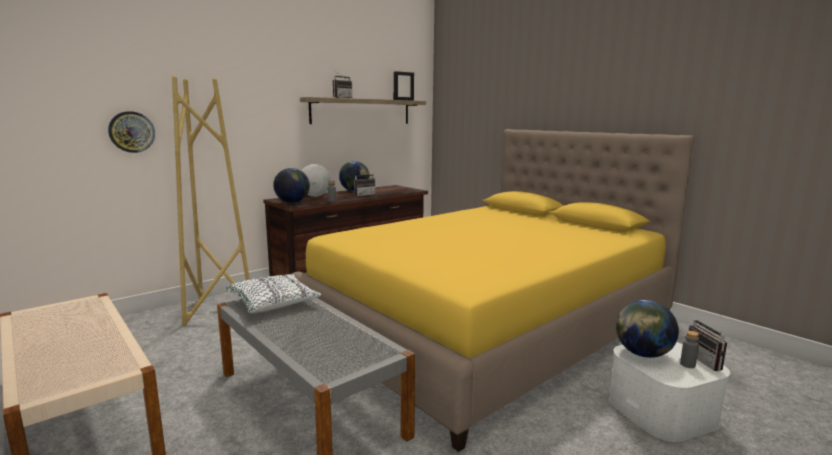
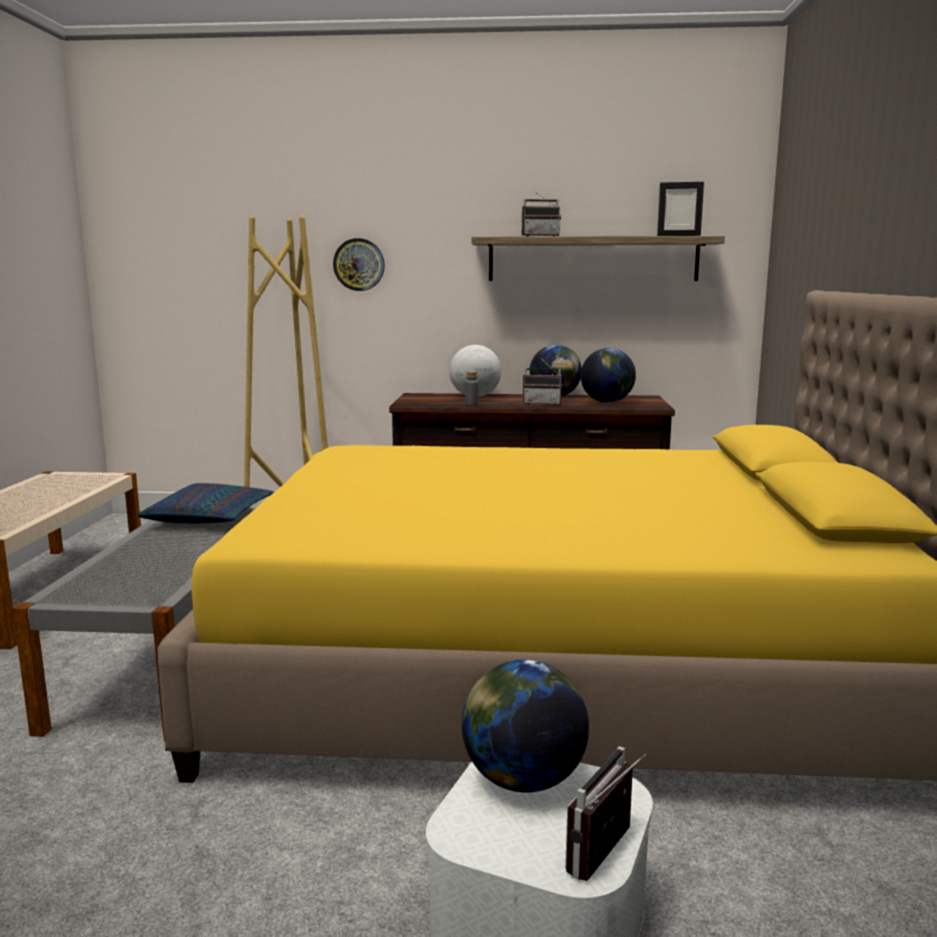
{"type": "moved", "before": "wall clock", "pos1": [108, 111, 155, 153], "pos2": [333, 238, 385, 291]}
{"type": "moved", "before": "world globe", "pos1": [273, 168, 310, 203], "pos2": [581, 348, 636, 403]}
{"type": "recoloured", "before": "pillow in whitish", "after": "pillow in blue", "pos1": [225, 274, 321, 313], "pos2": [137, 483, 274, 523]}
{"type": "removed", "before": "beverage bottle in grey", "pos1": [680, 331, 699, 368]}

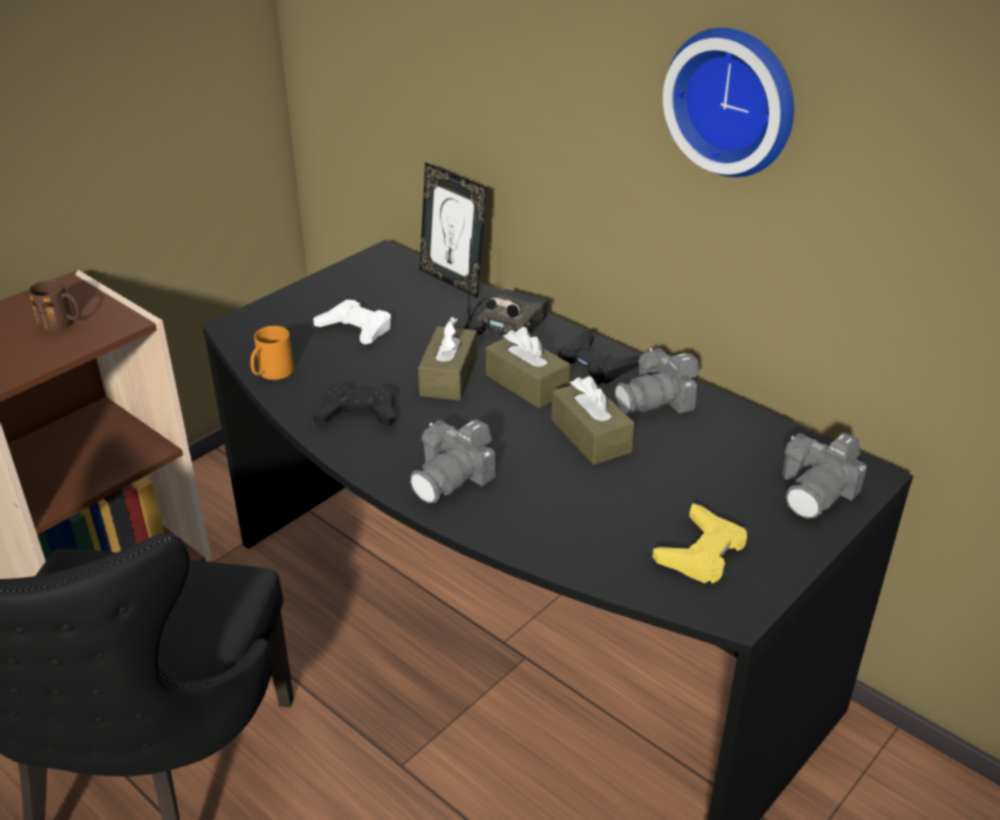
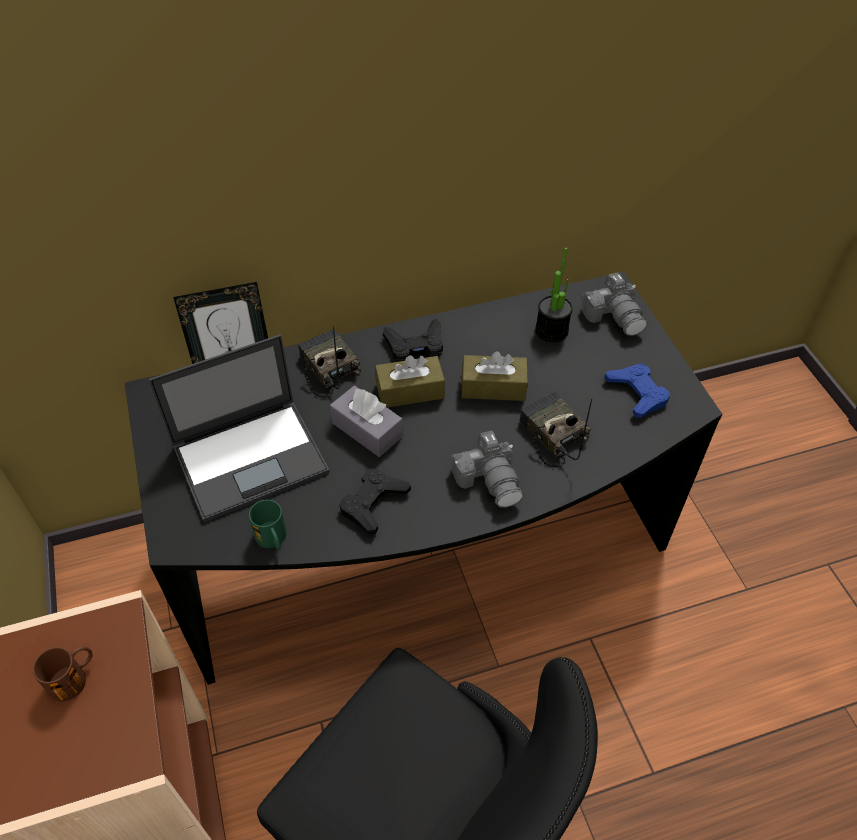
{"type": "removed", "before": "wall clock", "pos1": [663, 28, 794, 177]}
{"type": "replaced", "before": "gamepad in whitish", "after": "notebook computer", "pos1": [313, 300, 391, 345], "pos2": [149, 334, 330, 522]}
{"type": "recoloured", "before": "tissue holder in brown", "after": "tissue holder in grey", "pos1": [418, 317, 477, 401], "pos2": [330, 385, 403, 457]}
{"type": "recoloured", "before": "tea mug in orange-coloured", "after": "tea mug in greenish", "pos1": [250, 326, 294, 380], "pos2": [249, 500, 287, 550]}
{"type": "removed", "before": "still camera", "pos1": [615, 348, 699, 415]}
{"type": "recoloured", "before": "gamepad in yellow-coloured", "after": "gamepad in blue", "pos1": [652, 503, 747, 584], "pos2": [604, 363, 670, 418]}
{"type": "added", "after": "potted plant", "pos2": [535, 248, 573, 342]}
{"type": "added", "after": "radio set", "pos2": [520, 392, 592, 468]}

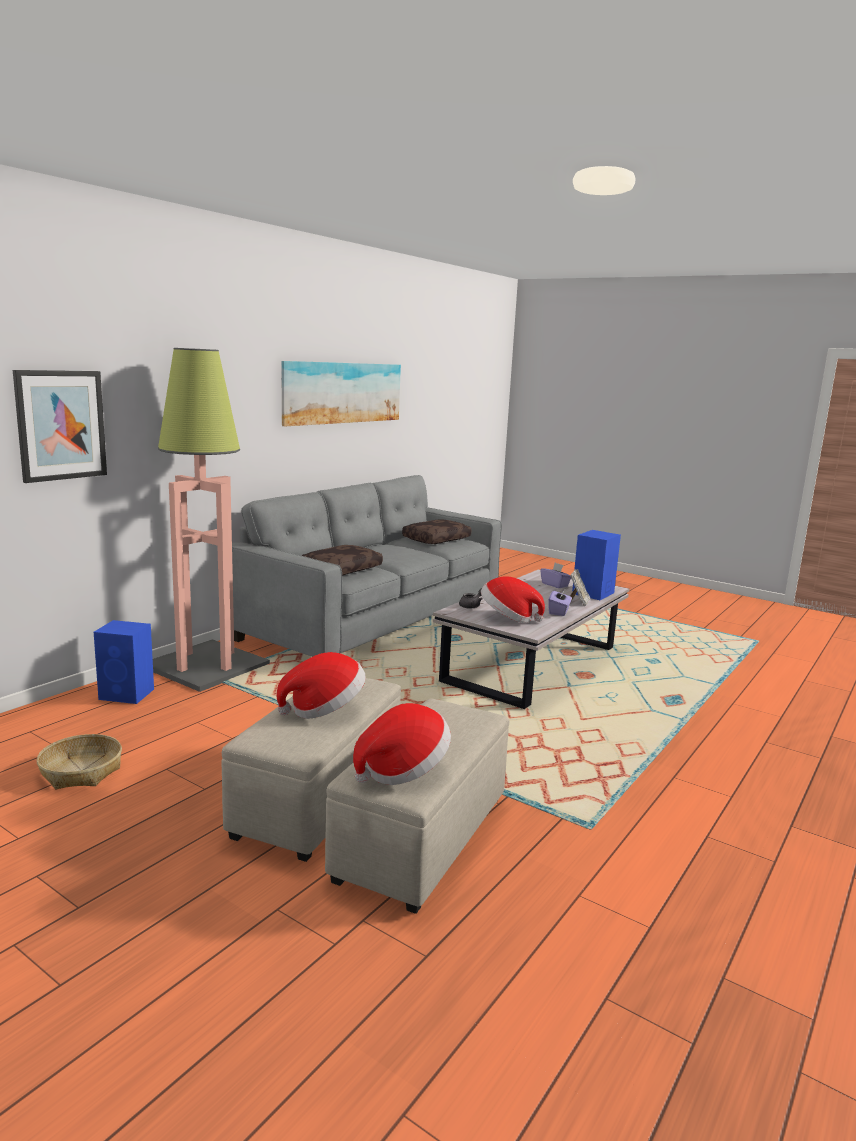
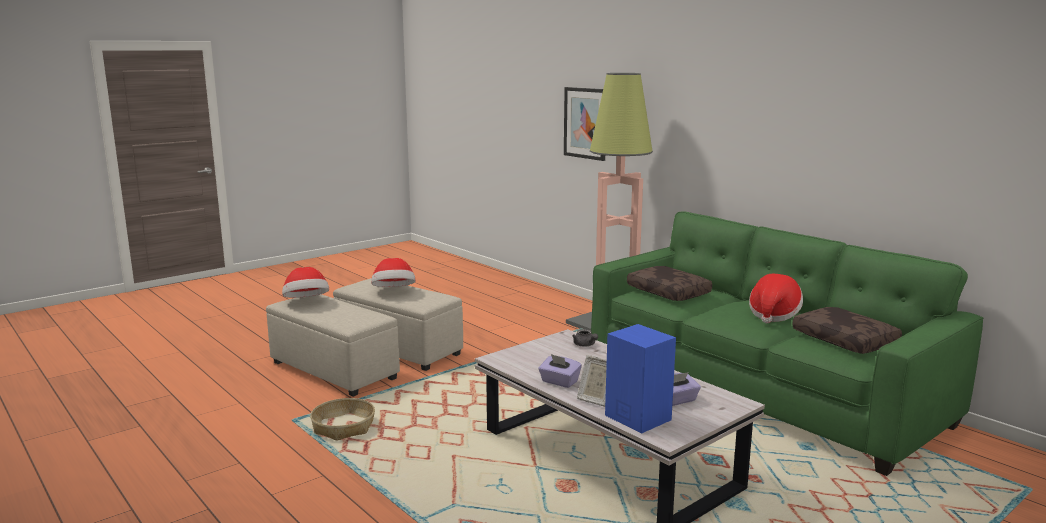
{"type": "removed", "before": "wall picture", "pos1": [281, 361, 401, 426]}
{"type": "recoloured", "before": "couch in grey", "after": "couch in greenish", "pos1": [232, 475, 502, 657], "pos2": [591, 212, 984, 476]}
{"type": "moved", "before": "wearable hat", "pos1": [481, 576, 545, 623], "pos2": [749, 274, 803, 323]}
{"type": "removed", "before": "audio speaker in blue", "pos1": [94, 620, 154, 704]}
{"type": "moved", "before": "household basket", "pos1": [37, 734, 122, 790], "pos2": [310, 398, 375, 441]}

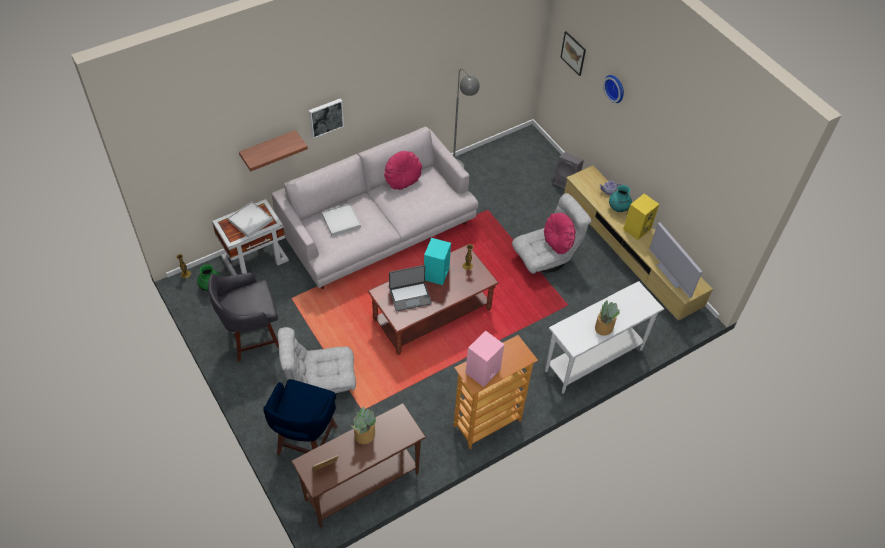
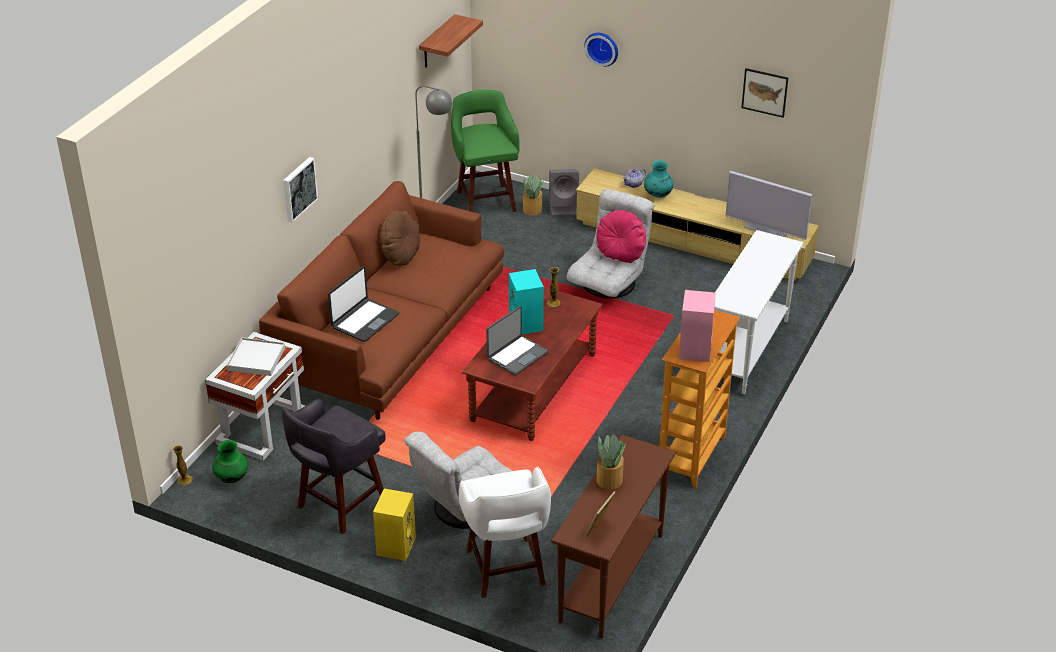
{"type": "moved", "before": "wall picture", "pos1": [560, 31, 586, 76], "pos2": [741, 68, 788, 118]}
{"type": "recoloured", "before": "couch in whitish", "after": "couch in brown", "pos1": [272, 127, 478, 289], "pos2": [259, 181, 504, 420]}
{"type": "moved", "before": "shelf", "pos1": [239, 130, 308, 171], "pos2": [419, 14, 483, 68]}
{"type": "recoloured", "before": "pillow in pinkish", "after": "pillow in brown", "pos1": [384, 151, 422, 190], "pos2": [380, 211, 420, 266]}
{"type": "moved", "before": "audio speaker in yellow-coloured", "pos1": [623, 194, 659, 240], "pos2": [373, 489, 416, 561]}
{"type": "replaced", "before": "carrying tray in whitish", "after": "notebook computer", "pos1": [321, 203, 361, 236], "pos2": [328, 266, 399, 342]}
{"type": "moved", "before": "potted plant", "pos1": [595, 300, 620, 336], "pos2": [523, 175, 543, 216]}
{"type": "recoloured", "before": "sitting stool in blue", "after": "sitting stool in whitish", "pos1": [263, 379, 338, 455], "pos2": [459, 466, 551, 598]}
{"type": "added", "after": "sitting stool in greenish", "pos2": [451, 90, 520, 212]}

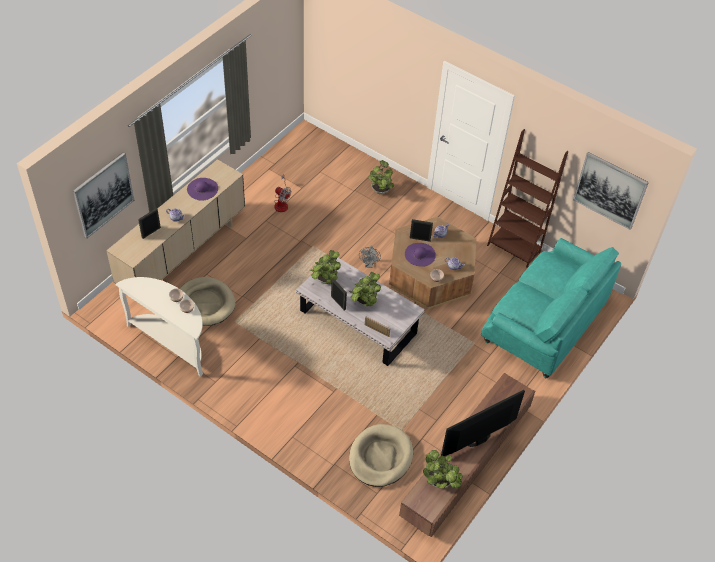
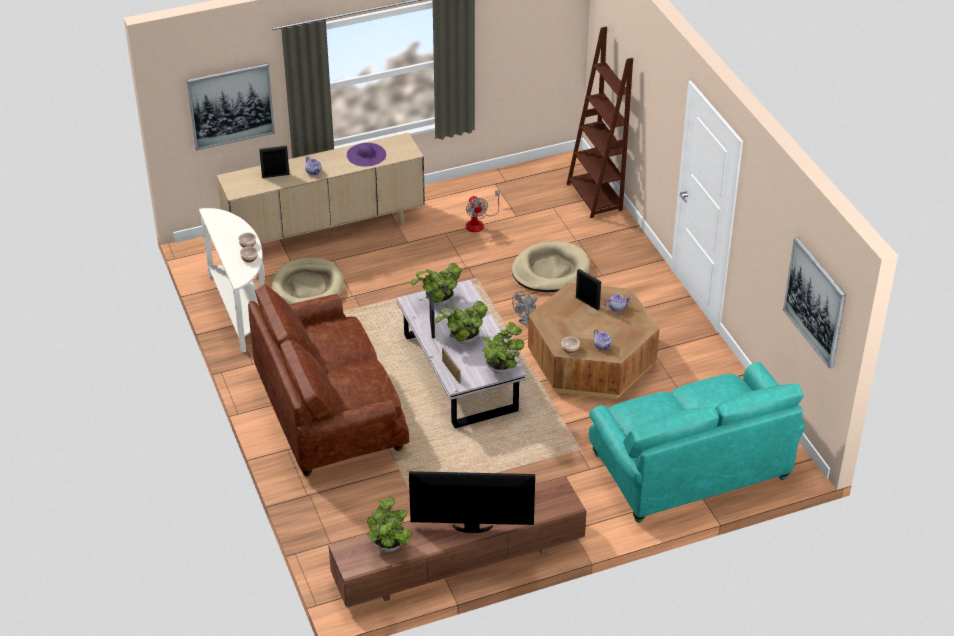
{"type": "moved", "before": "bookcase in brown", "pos1": [487, 129, 568, 268], "pos2": [566, 26, 633, 218]}
{"type": "moved", "before": "potted plant", "pos1": [368, 160, 394, 194], "pos2": [482, 322, 524, 374]}
{"type": "removed", "before": "wearable hat in purplish", "pos1": [405, 243, 436, 267]}
{"type": "moved", "before": "dog cushion in beige-coloured", "pos1": [349, 424, 413, 487], "pos2": [512, 241, 591, 292]}
{"type": "added", "after": "couch in brown", "pos2": [248, 284, 409, 476]}

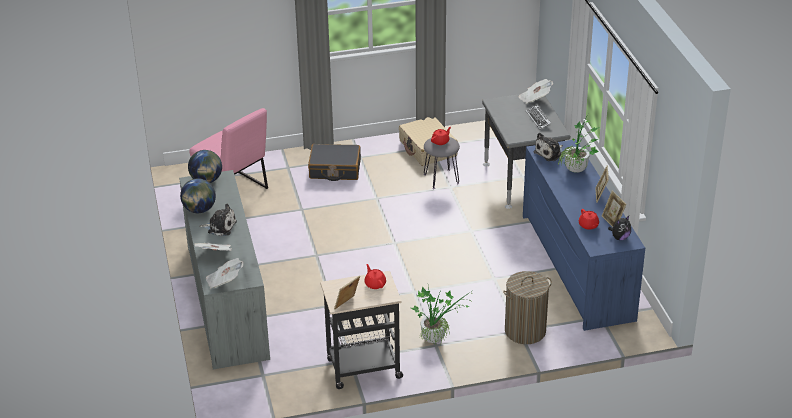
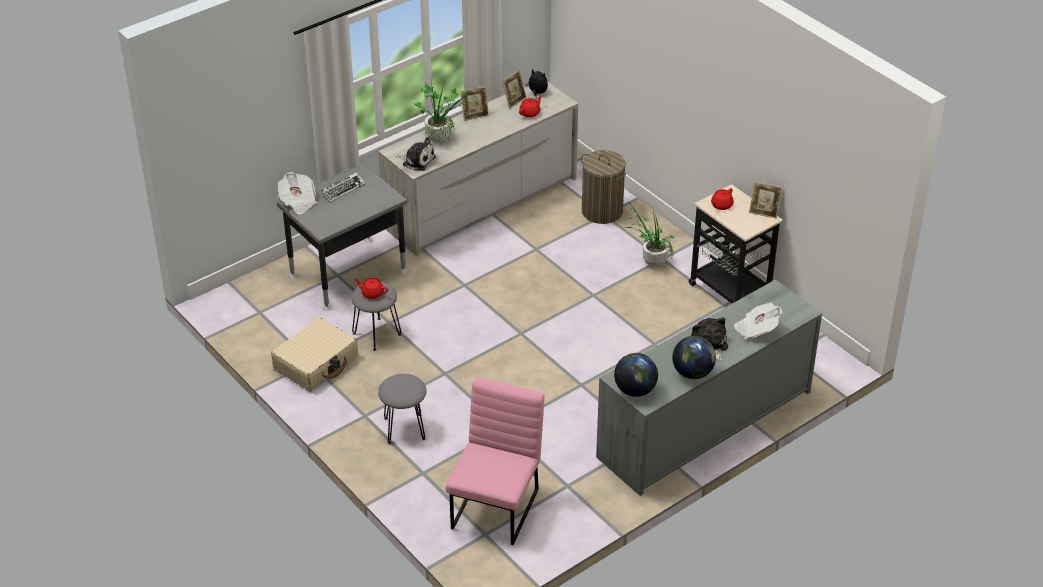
{"type": "recoloured", "before": "dresser in blue", "after": "dresser in whitish", "pos1": [523, 139, 645, 331], "pos2": [378, 82, 578, 256]}
{"type": "replaced", "before": "travel case in blackish", "after": "sitting stool in grey", "pos1": [308, 144, 361, 181], "pos2": [378, 374, 426, 444]}
{"type": "removed", "before": "printed paper", "pos1": [206, 258, 243, 289]}

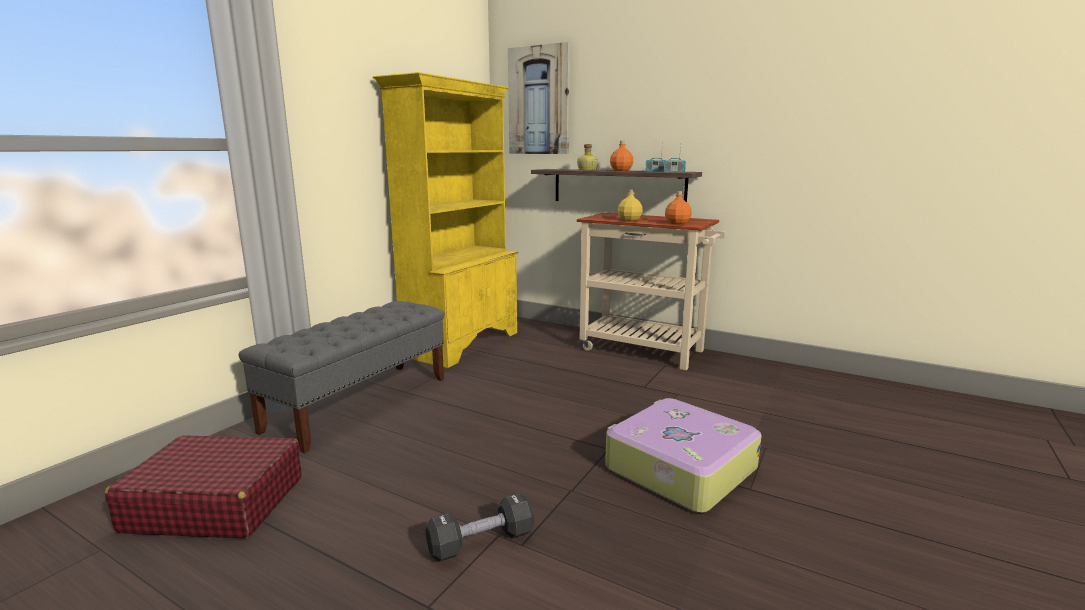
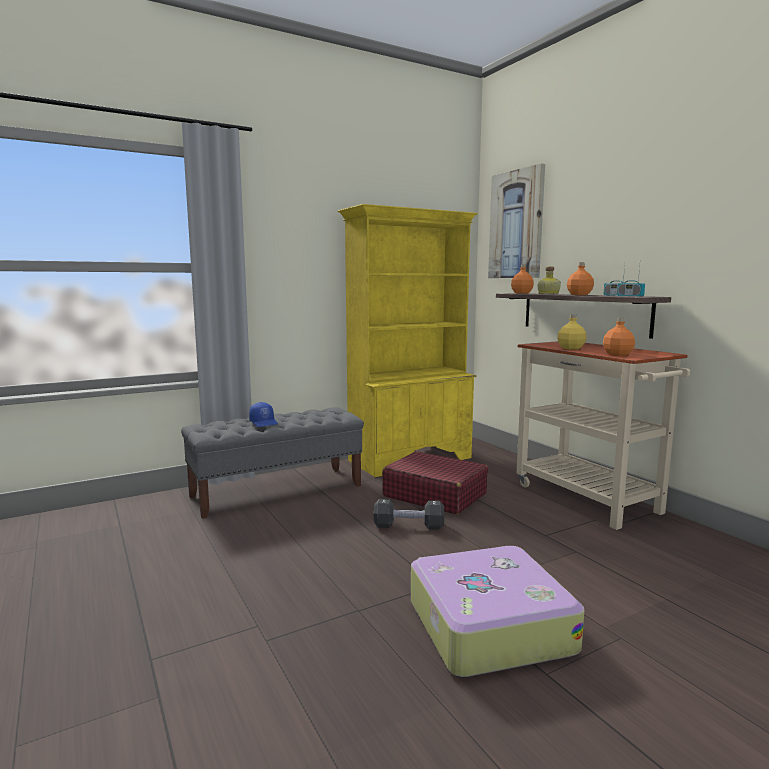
{"type": "moved", "before": "travel case in red-coloured", "pos1": [105, 435, 301, 538], "pos2": [382, 451, 488, 514]}
{"type": "moved", "before": "dumbbell in blackish", "pos1": [425, 492, 534, 562], "pos2": [374, 499, 444, 530]}
{"type": "added", "after": "beverage bottle in orange-coloured", "pos2": [511, 265, 534, 294]}
{"type": "added", "after": "peaked cap in blue", "pos2": [249, 402, 278, 427]}

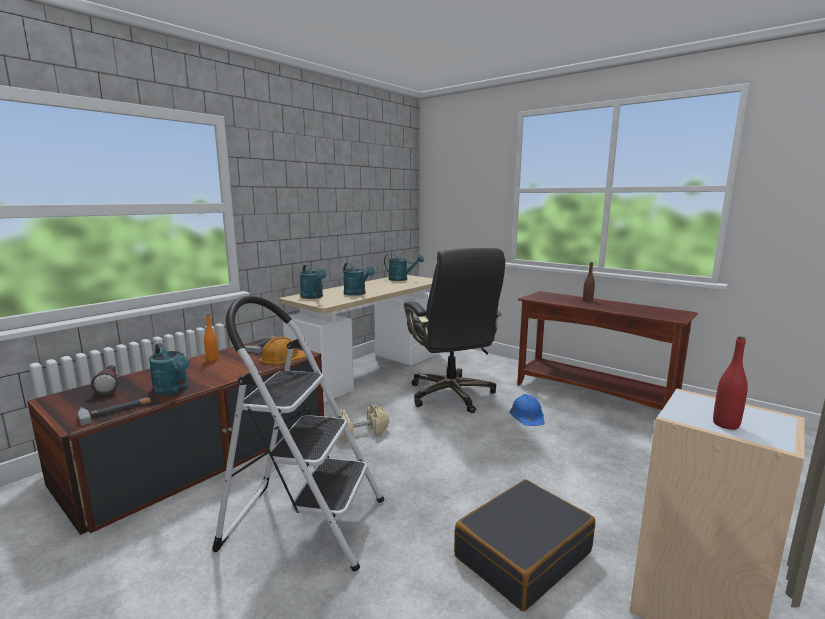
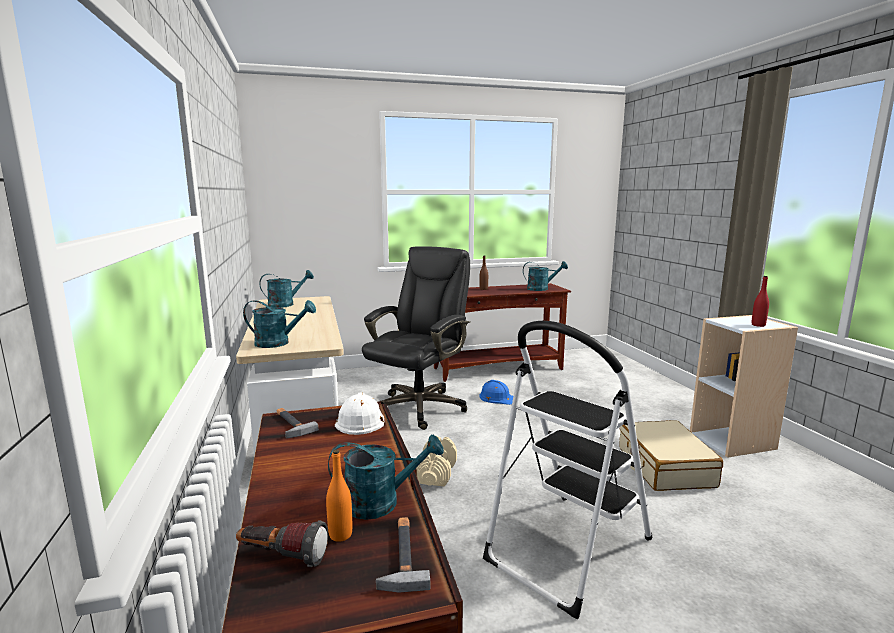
{"type": "turned", "before": "computer chair in blackish", "pos1": [404, 248, 505, 413], "pos2": [362, 246, 471, 430], "turn": -75}
{"type": "moved", "before": "watering pot in blue-green", "pos1": [343, 263, 375, 296], "pos2": [523, 261, 568, 291]}
{"type": "moved", "before": "beverage bottle in orange-coloured", "pos1": [204, 314, 219, 361], "pos2": [326, 449, 352, 542]}
{"type": "recoloured", "before": "work helmet in orange-coloured", "after": "work helmet in whitish", "pos1": [260, 337, 306, 365], "pos2": [335, 393, 384, 435]}
{"type": "recoloured", "before": "travel case in blackish", "after": "travel case in beige-coloured", "pos1": [454, 480, 595, 611], "pos2": [619, 420, 723, 491]}

